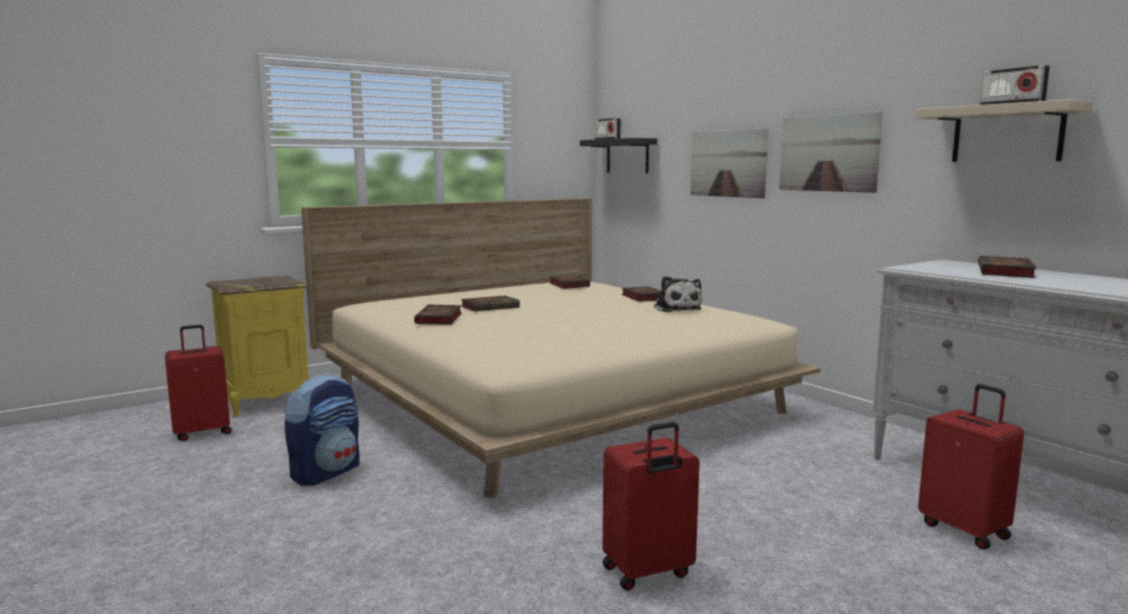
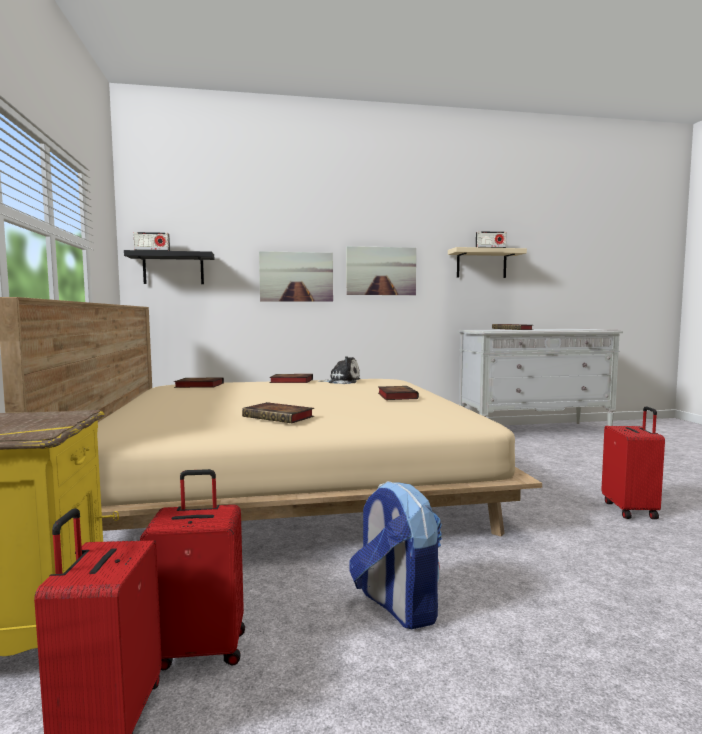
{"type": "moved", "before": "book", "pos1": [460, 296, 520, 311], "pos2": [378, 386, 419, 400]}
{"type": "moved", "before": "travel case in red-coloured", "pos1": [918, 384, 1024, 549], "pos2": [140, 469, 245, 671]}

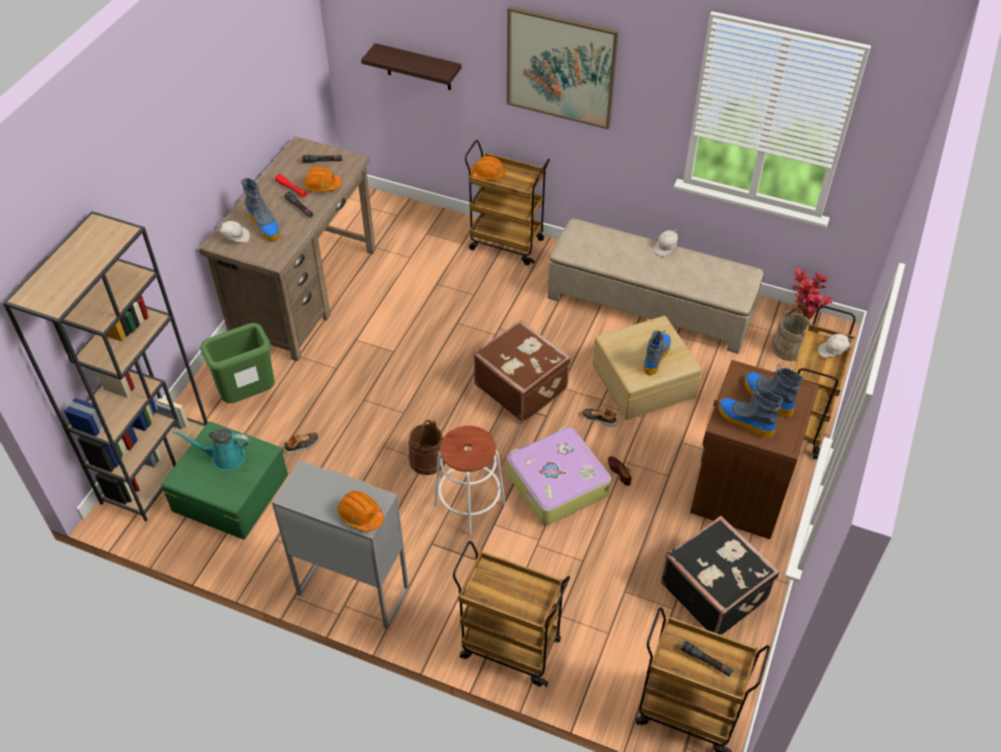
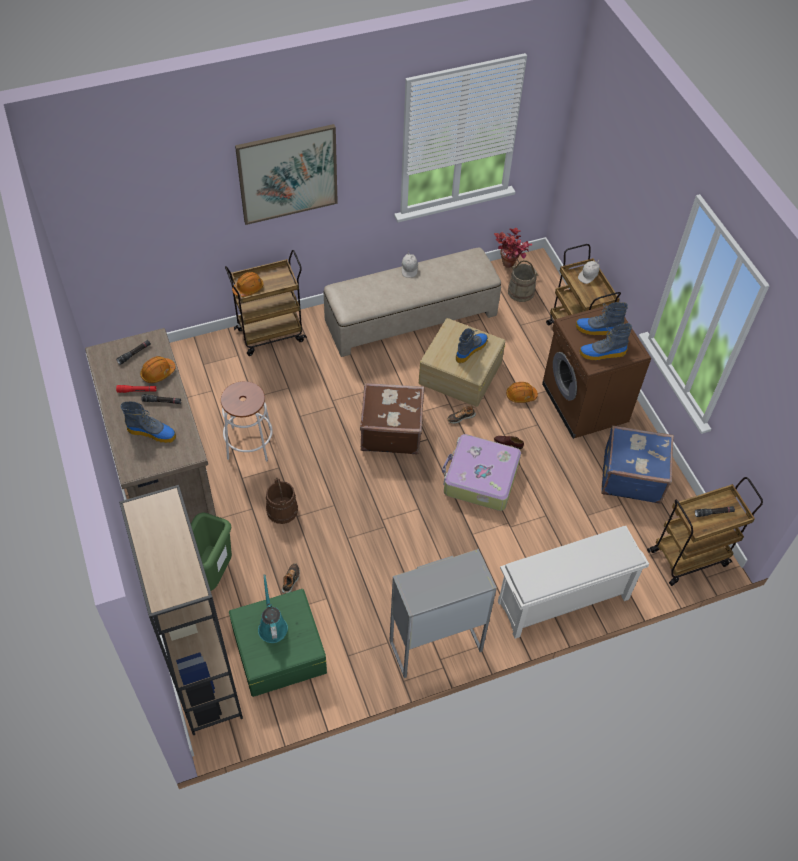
{"type": "removed", "before": "shelf", "pos1": [361, 43, 461, 90]}
{"type": "removed", "before": "peaked cap in whitish", "pos1": [213, 221, 250, 243]}
{"type": "turned", "before": "tall boot", "pos1": [643, 330, 671, 376], "pos2": [456, 328, 488, 363], "turn": 60}
{"type": "moved", "before": "bucket in brown", "pos1": [409, 420, 445, 475], "pos2": [266, 478, 298, 524]}
{"type": "moved", "before": "sitting stool in whitish", "pos1": [435, 426, 506, 535], "pos2": [221, 381, 273, 461]}
{"type": "turned", "before": "watering pot in blue-green", "pos1": [173, 428, 249, 470], "pos2": [258, 574, 288, 643], "turn": 120}
{"type": "moved", "before": "work helmet in orange-coloured", "pos1": [338, 491, 384, 532], "pos2": [506, 382, 538, 403]}
{"type": "recoloured", "before": "travel case in blackish", "after": "travel case in blue", "pos1": [661, 516, 780, 635], "pos2": [601, 425, 674, 504]}
{"type": "replaced", "before": "wheeled cart in brown", "after": "shoe rack in whitish", "pos1": [453, 541, 570, 687], "pos2": [498, 526, 649, 639]}

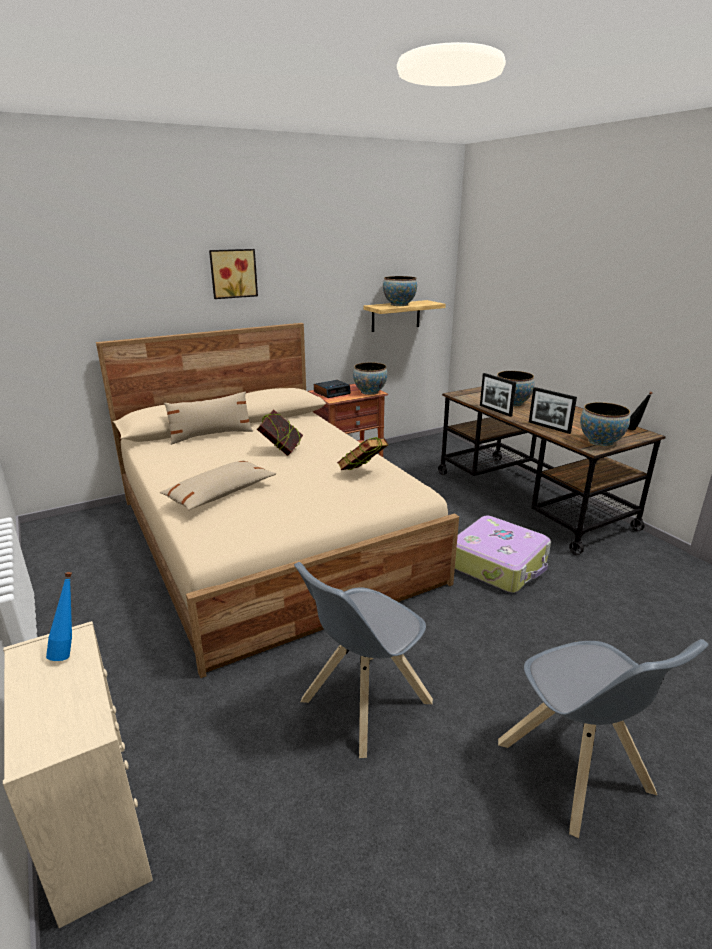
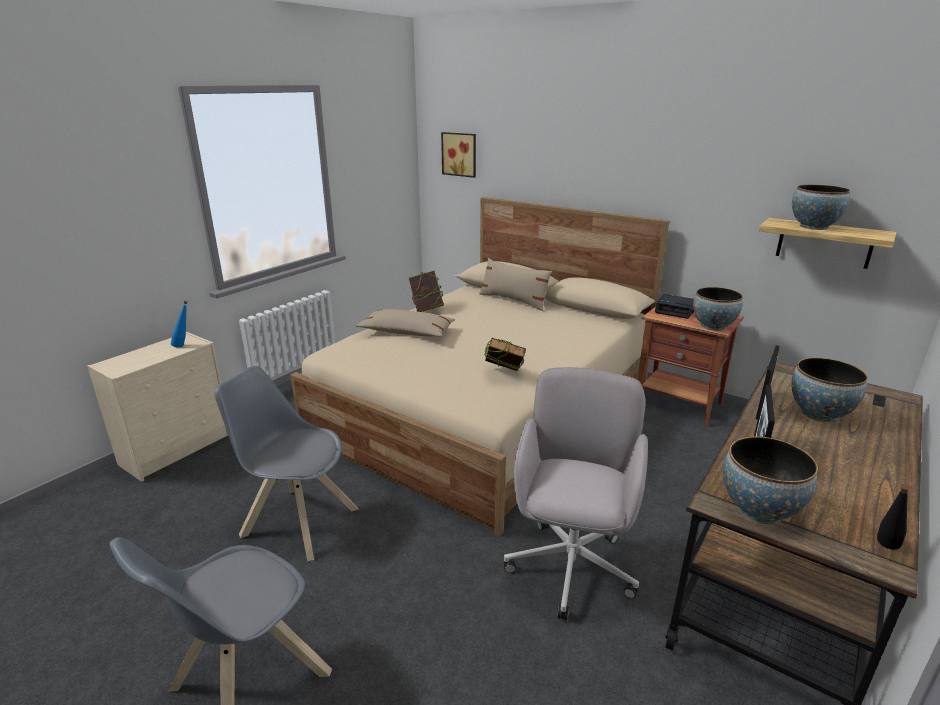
{"type": "moved", "before": "wall picture", "pos1": [209, 249, 258, 299], "pos2": [441, 132, 476, 178]}
{"type": "moved", "before": "book", "pos1": [257, 409, 303, 456], "pos2": [409, 271, 444, 312]}
{"type": "replaced", "before": "travel case", "after": "computer chair in grey", "pos1": [455, 515, 551, 593], "pos2": [504, 367, 648, 620]}

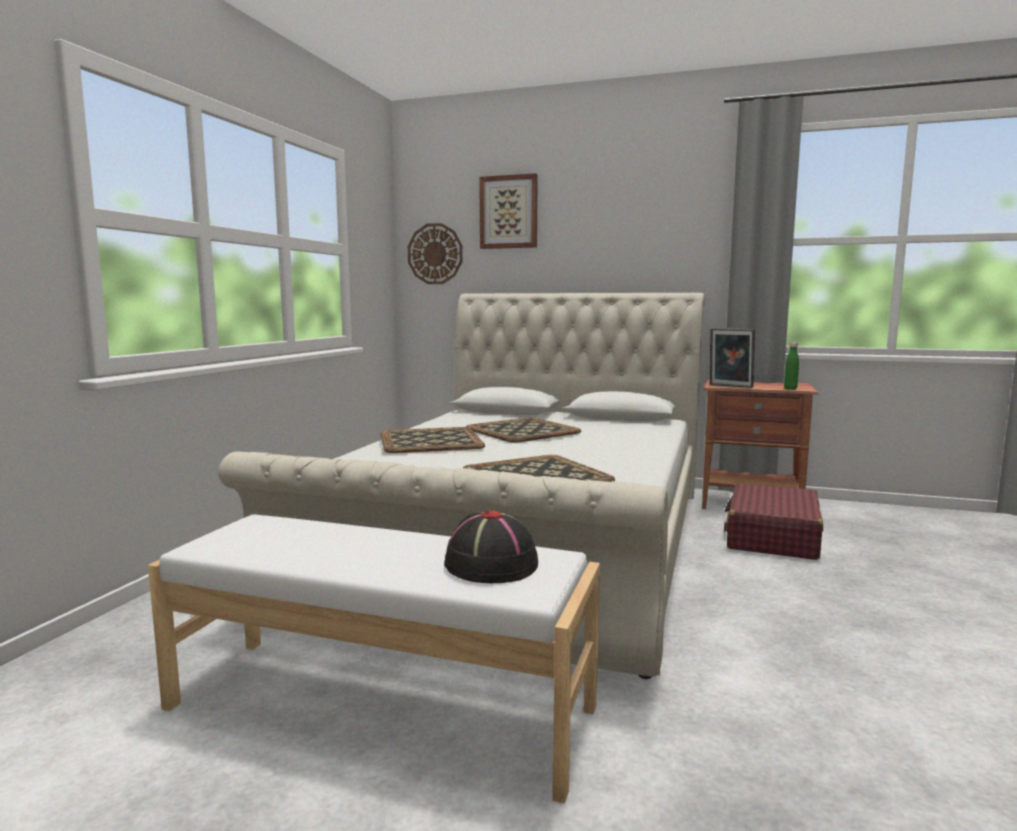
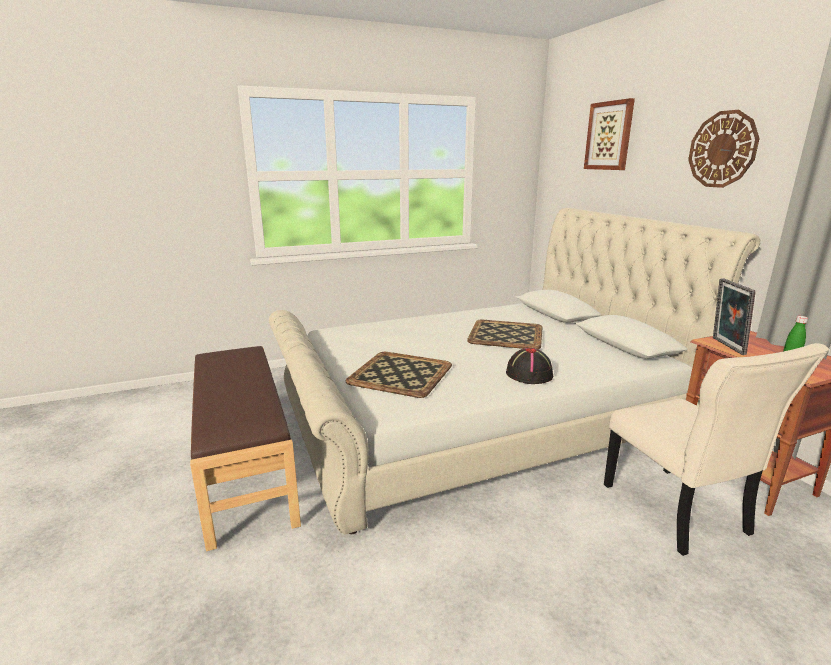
{"type": "moved", "before": "wall clock", "pos1": [408, 223, 463, 284], "pos2": [688, 110, 760, 188]}
{"type": "removed", "before": "carrying tray", "pos1": [380, 427, 485, 453]}
{"type": "replaced", "before": "travel case in red-coloured", "after": "plain chair in beige-coloured", "pos1": [724, 483, 823, 560], "pos2": [604, 343, 829, 556]}
{"type": "moved", "before": "wearable hat in blackish", "pos1": [444, 510, 538, 583], "pos2": [506, 348, 553, 384]}
{"type": "recoloured", "before": "long seat in whitish", "after": "long seat in brown", "pos1": [148, 514, 600, 803], "pos2": [190, 346, 301, 551]}

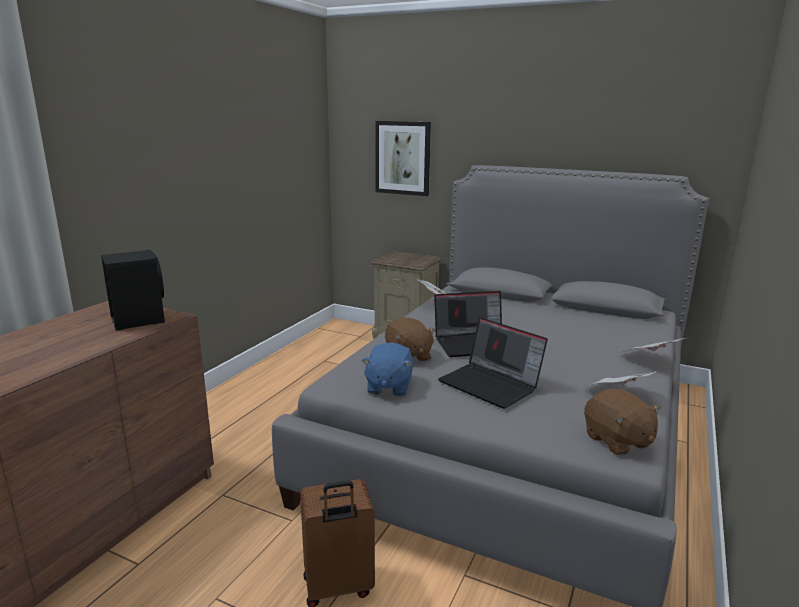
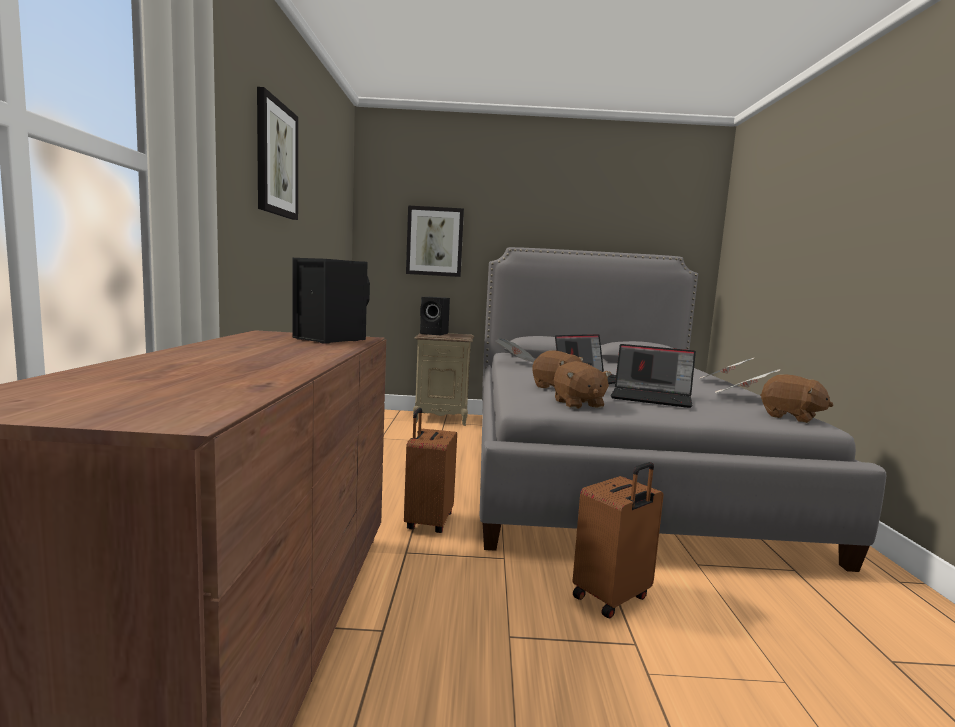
{"type": "recoloured", "before": "cuddly toy in blue", "after": "cuddly toy in brown", "pos1": [362, 342, 413, 397], "pos2": [554, 361, 611, 409]}
{"type": "added", "after": "wall picture", "pos2": [257, 87, 298, 220]}
{"type": "added", "after": "audio speaker in blackish", "pos2": [420, 297, 450, 335]}
{"type": "added", "after": "travel case in brown", "pos2": [404, 408, 457, 533]}

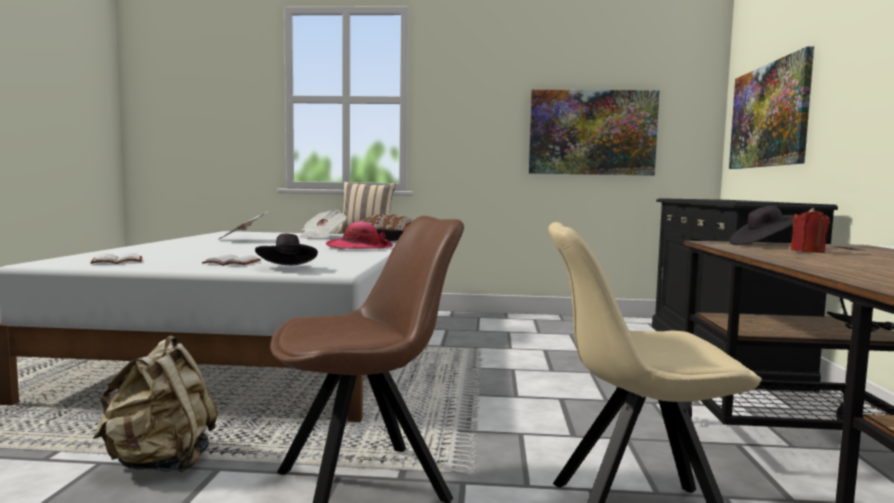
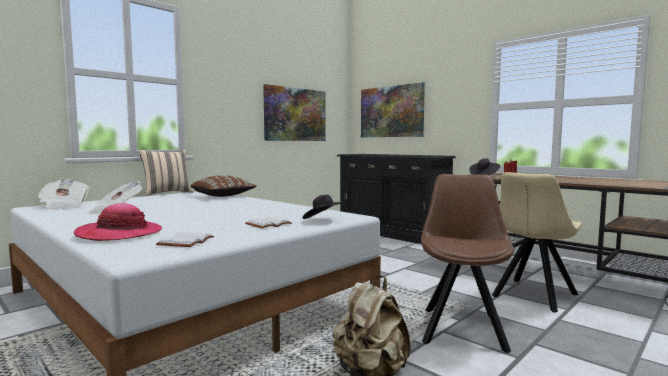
{"type": "moved", "before": "printed paper", "pos1": [300, 210, 347, 239], "pos2": [37, 179, 90, 210]}
{"type": "moved", "before": "wearable hat", "pos1": [326, 222, 393, 249], "pos2": [74, 203, 162, 241]}

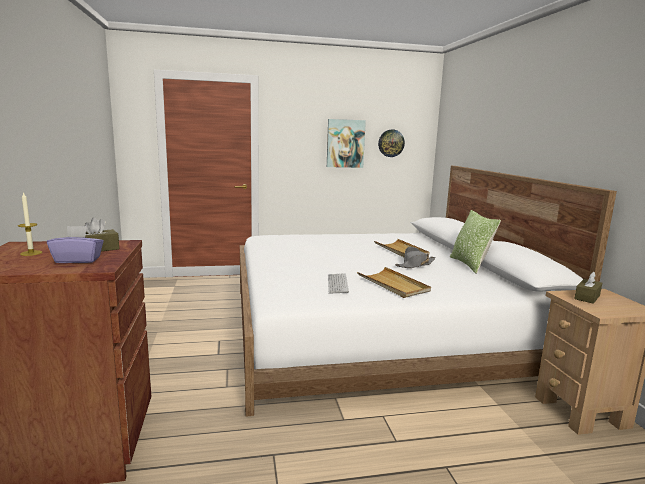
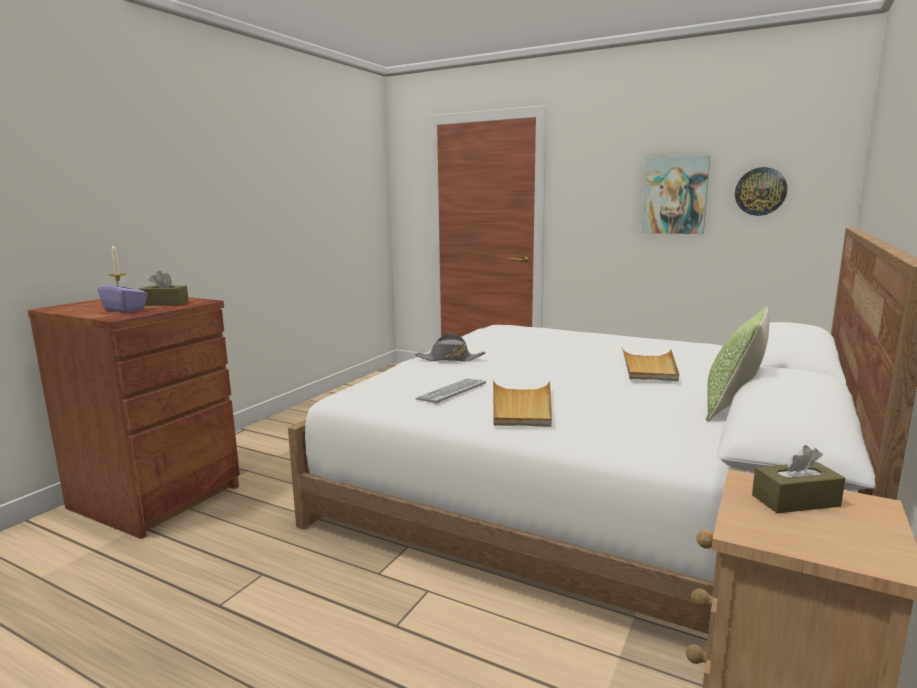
{"type": "moved", "before": "wearable hat in grey", "pos1": [395, 247, 436, 268], "pos2": [415, 333, 485, 362]}

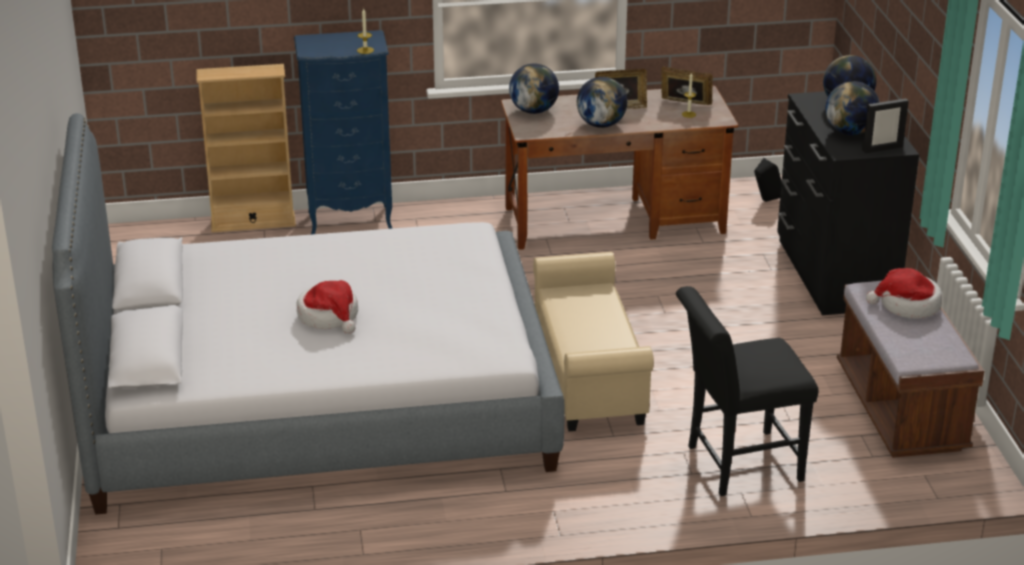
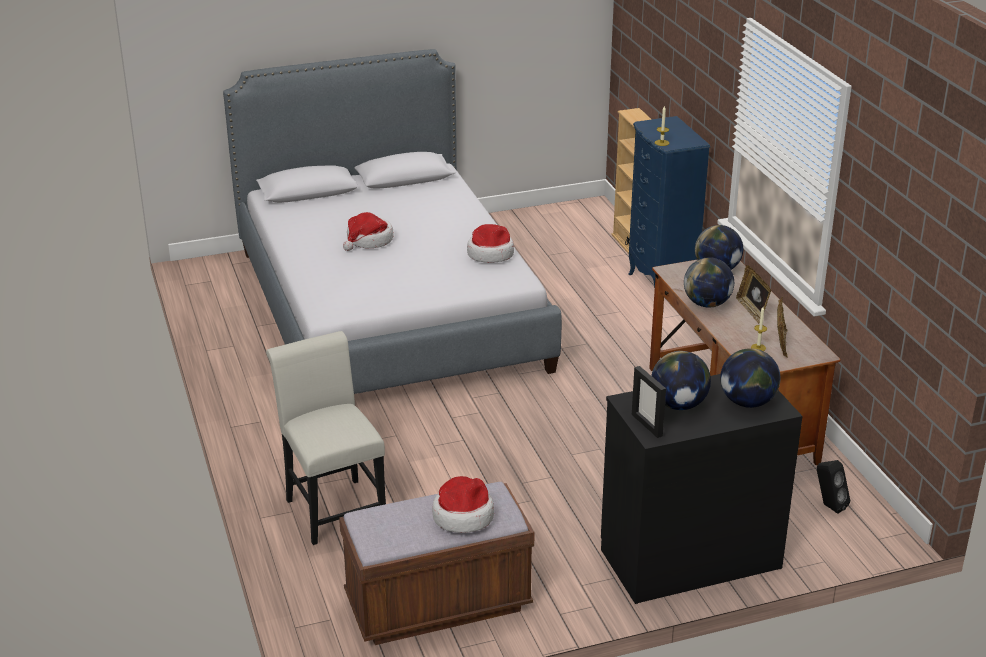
{"type": "removed", "before": "ottoman in beige-coloured", "pos1": [533, 252, 654, 431]}
{"type": "recoloured", "before": "plain chair in blackish", "after": "plain chair in whitish", "pos1": [676, 286, 819, 496], "pos2": [266, 331, 386, 545]}
{"type": "added", "after": "wearable hat", "pos2": [467, 224, 514, 263]}

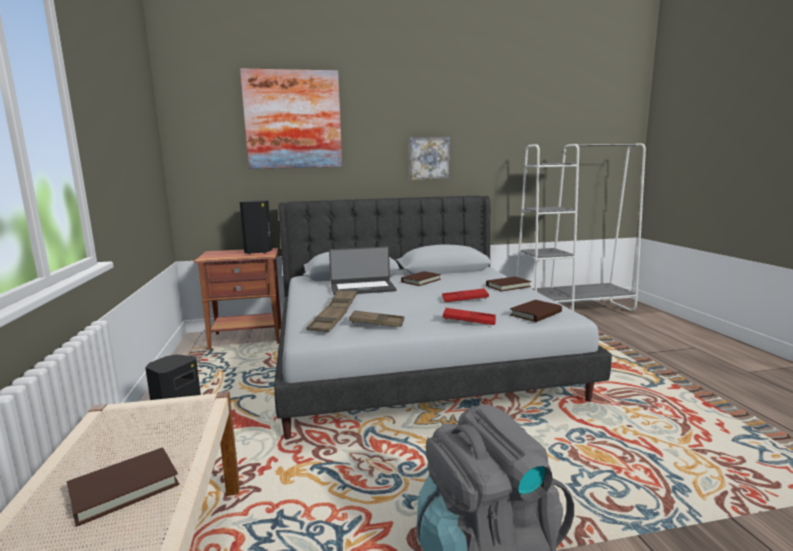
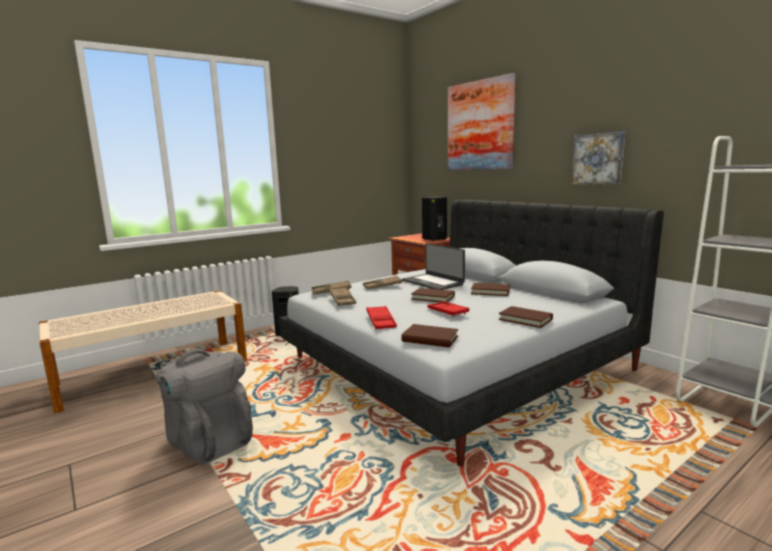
{"type": "moved", "before": "book in brown", "pos1": [67, 447, 179, 527], "pos2": [411, 288, 455, 302]}

